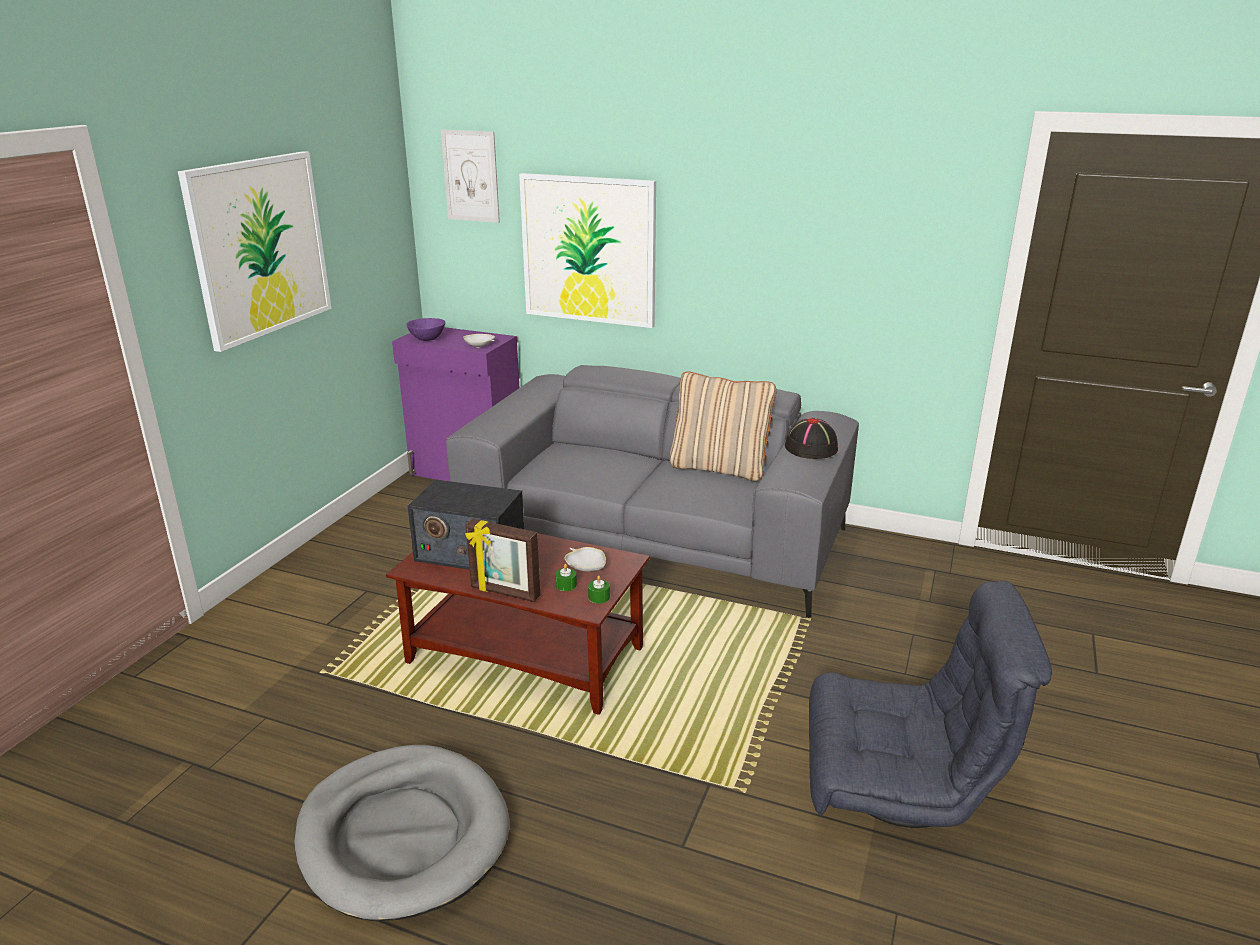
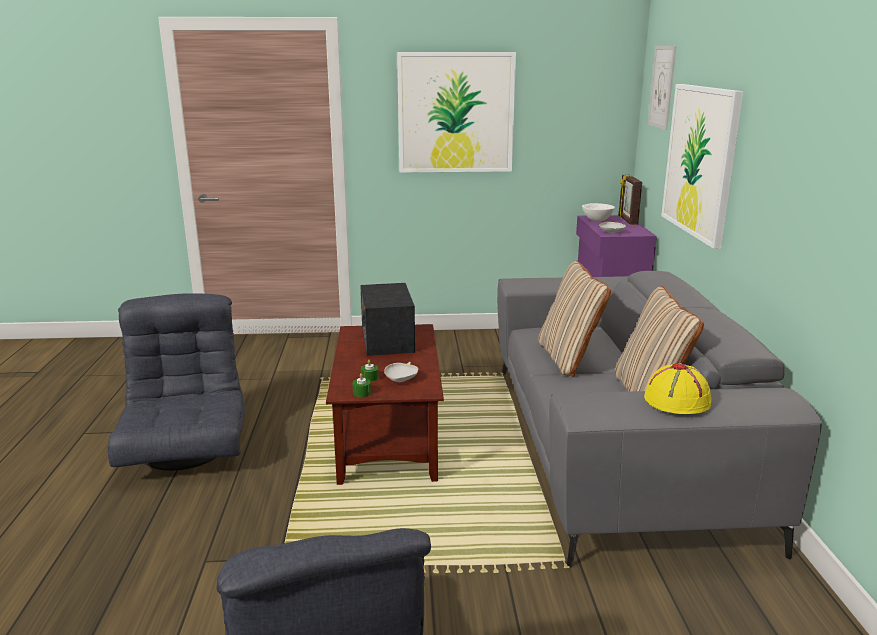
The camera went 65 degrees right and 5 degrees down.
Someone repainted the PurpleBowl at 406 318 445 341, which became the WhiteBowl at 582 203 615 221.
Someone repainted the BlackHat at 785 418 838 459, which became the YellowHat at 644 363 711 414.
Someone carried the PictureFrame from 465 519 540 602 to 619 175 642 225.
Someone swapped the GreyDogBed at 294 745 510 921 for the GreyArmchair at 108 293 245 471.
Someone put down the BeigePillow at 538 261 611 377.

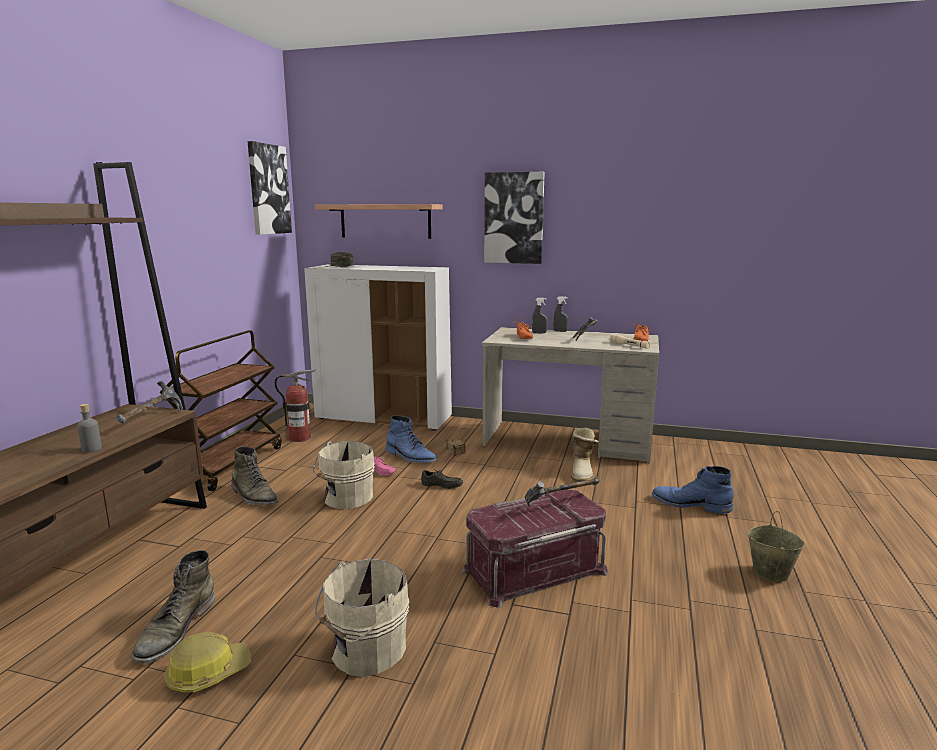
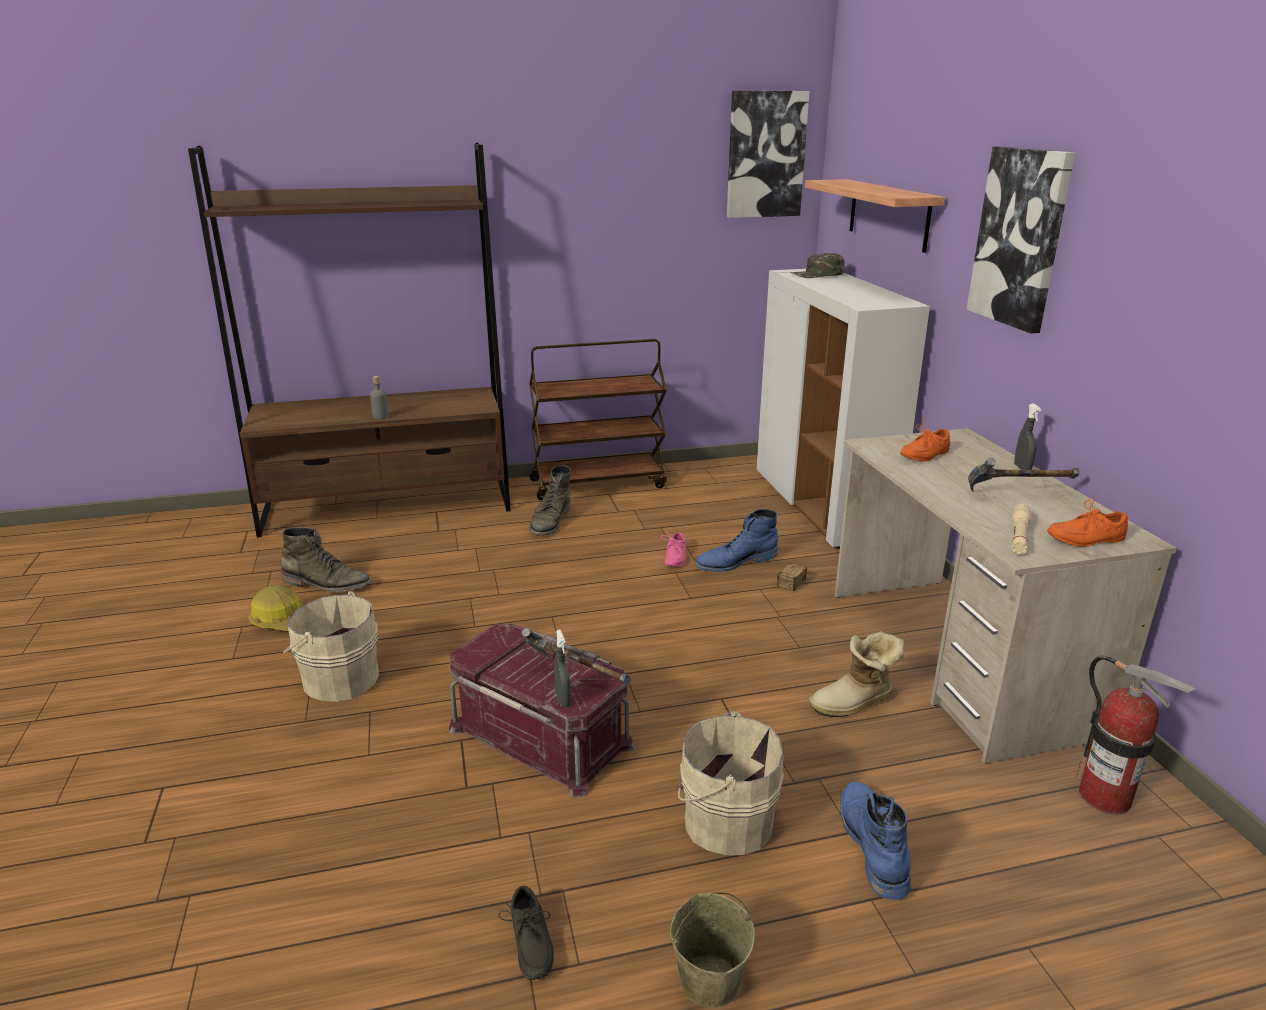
The camera went 60 degrees right and 10 degrees up.
Someone carried the GreySprayBottle from 532 298 548 334 to 554 630 571 708.
Someone carried the FireExtinguisher from 274 369 316 442 to 1076 655 1196 815.
Someone took away the Hammer at 116 380 183 424.
Someone rotated the BlueBoot at 386 415 437 463 by 60 degrees clockwise.
Someone carried the BeigeBucket from 313 441 375 509 to 677 711 784 855.
Someone carried the GreyShoe from 421 469 463 489 to 498 886 554 980.
Someone rotated the GreenBoot at 131 550 215 664 by 150 degrees counterclockwise.

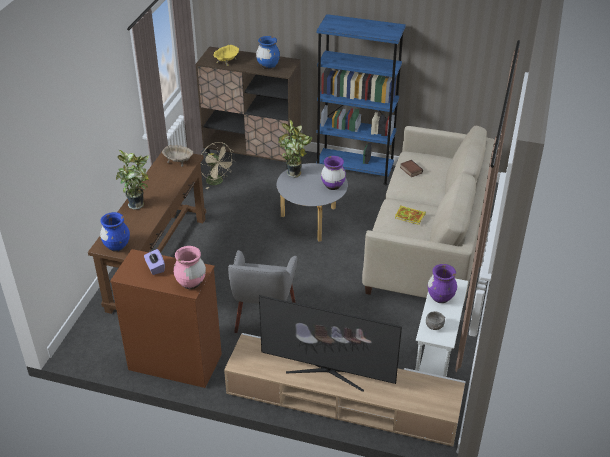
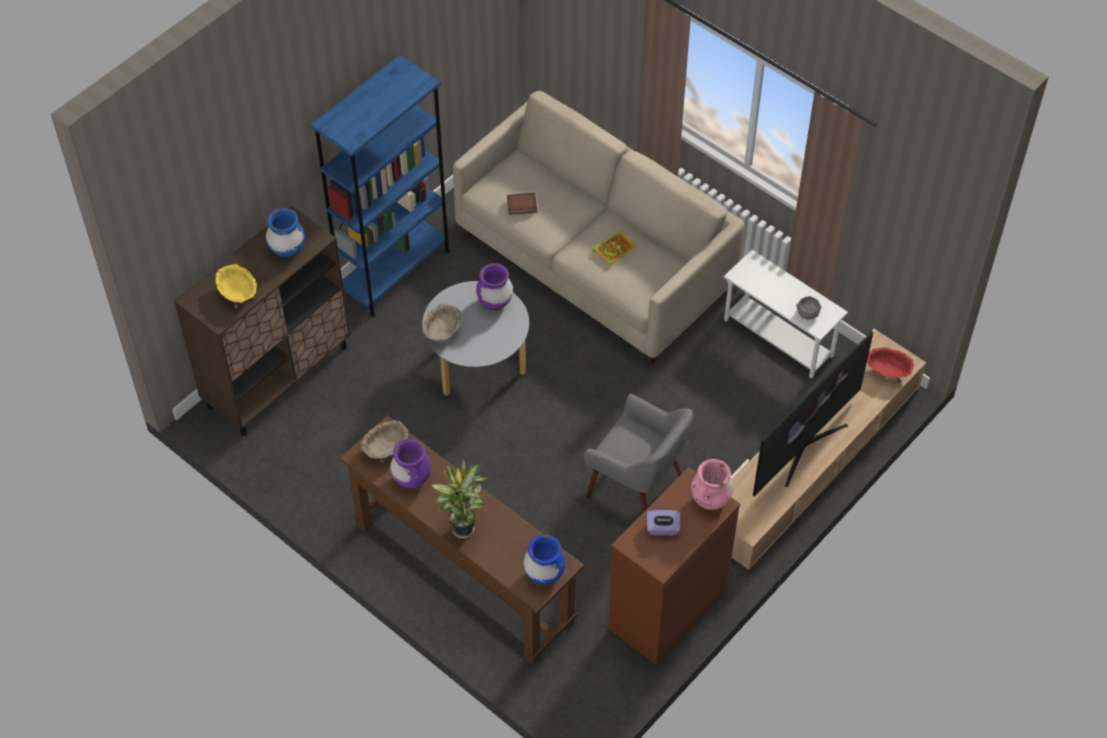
The camera went 65 degrees left and 15 degrees up.
Someone swapped the PottedPlant at 279 120 312 177 for the BeigeBowl at 423 304 461 342.
Someone took away the BeigeFan at 201 142 235 189.
Someone carried the PurpleVase from 428 264 457 303 to 390 439 431 489.
Someone put down the RedBowl at 867 347 914 383.

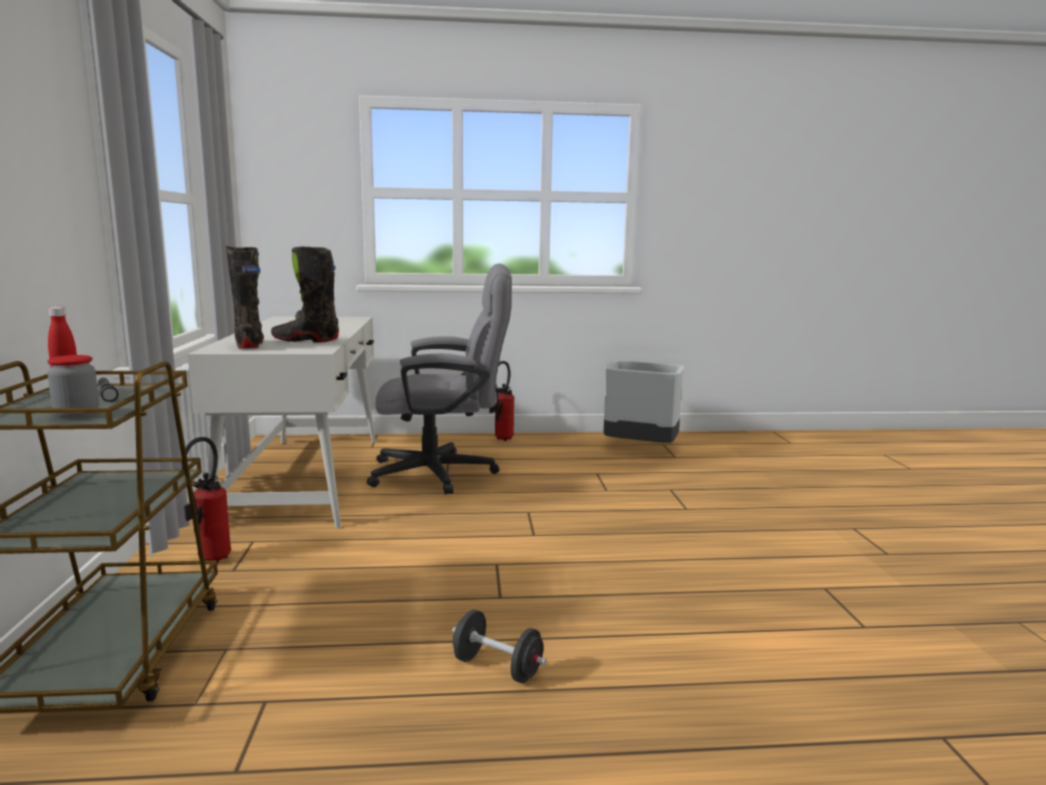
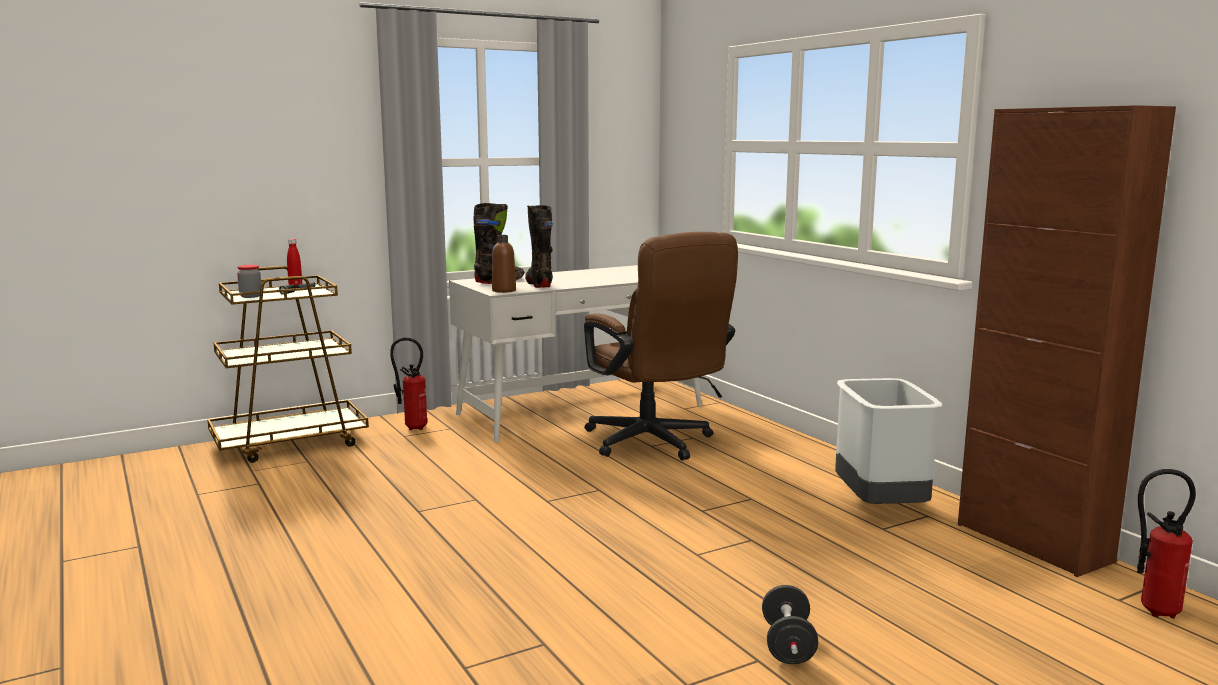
The camera went 65 degrees right and 0 degrees up.
Someone repainted the GreyOfficeChair at 367 263 512 495, which became the BrownOfficeChair at 584 232 738 460.
Someone carried the FireExtinguisher from 490 361 514 441 to 1137 469 1196 619.
Someone carried the BlackDumbbell from 452 610 547 683 to 762 585 818 664.
Someone put down the BrownCabinet at 958 105 1176 577.
Someone put down the BrownBottle at 492 235 516 293.

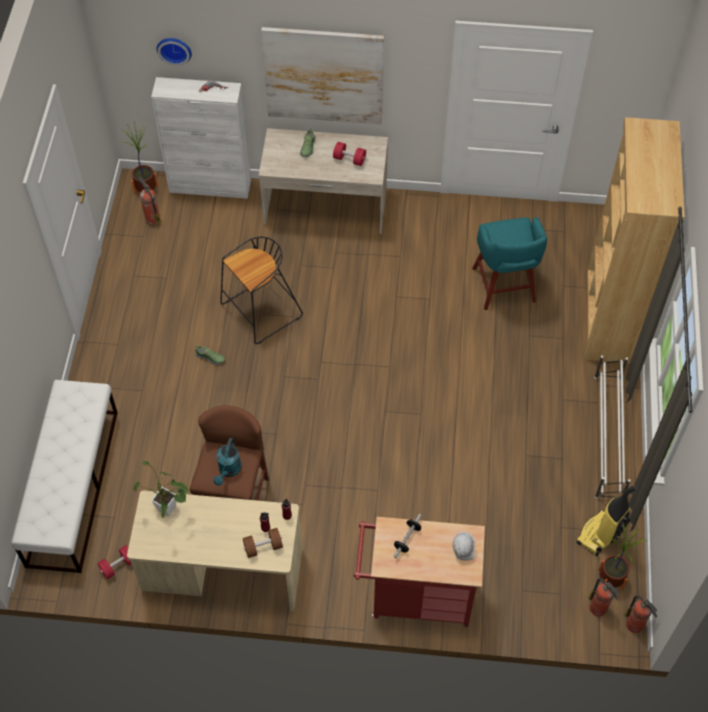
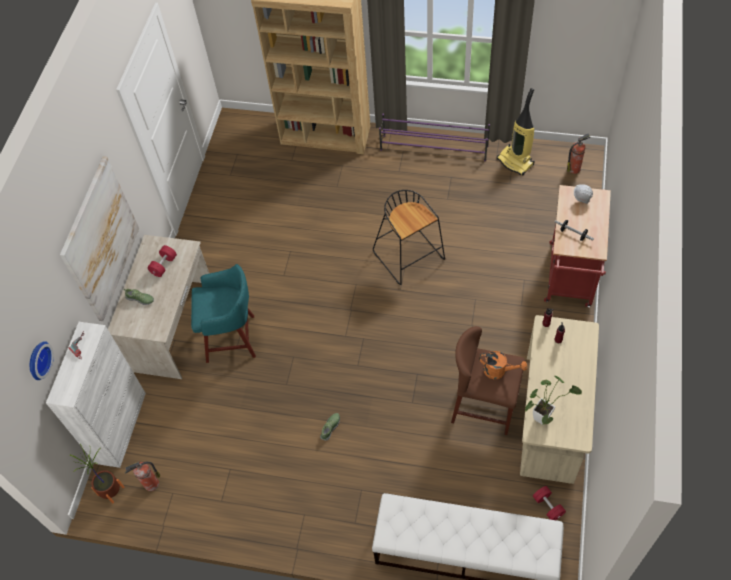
The camera went 80 degrees left and 0 degrees up.
Someone carried the TurquoiseStool from 472 217 547 310 to 191 264 256 363.
Someone carried the BlackStool from 220 237 303 344 to 373 190 445 285.
Someone repainted the WhiteShoeRack at 594 355 631 499, which became the PurpleShoeRack at 379 114 490 161.
Someone repainted the TurquoiseWateringCan at 213 438 242 485, which became the OrangeWateringCan at 479 351 527 379.
Someone took away the PottedPlant at 598 523 647 590.
Someone took away the BrownDumbbell at 243 528 283 558.
Someone took away the FireExtinguisher at 624 595 658 633.

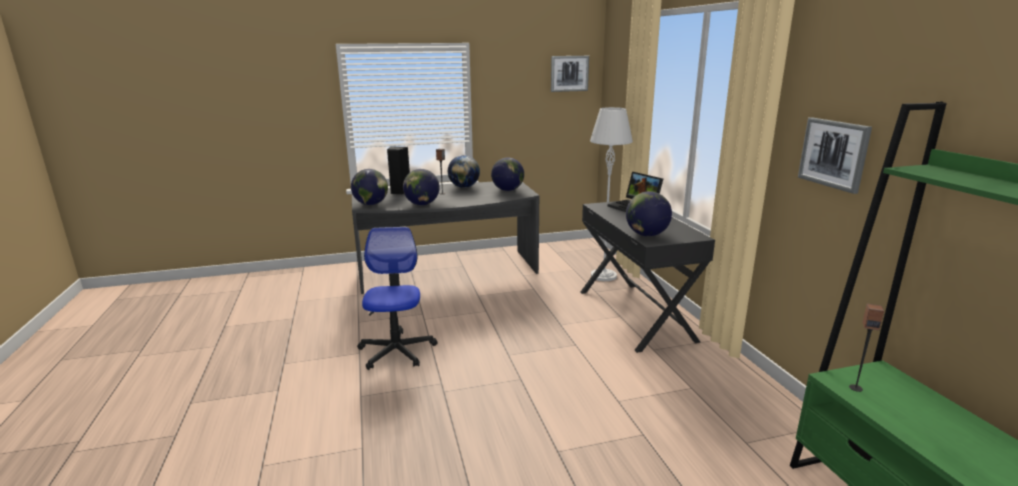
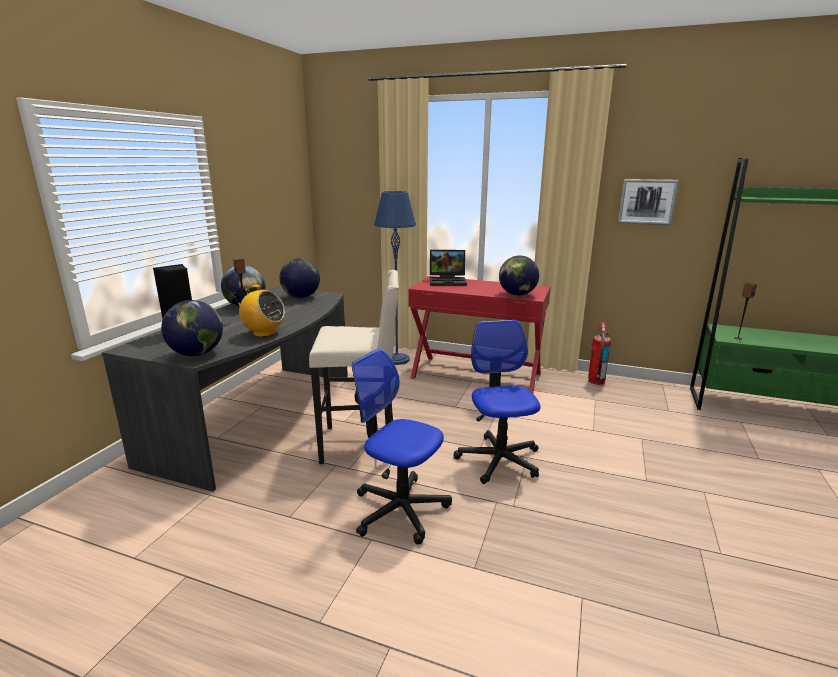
The camera went 55 degrees left and 0 degrees up.
Someone took away the Picture at 551 56 589 92.
Someone repainted the GreyFloorLamp at 590 107 633 281, which became the BlueFloorLamp at 374 191 416 365.
Someone swapped the Globe at 403 169 440 205 for the Radio at 234 285 285 337.
Someone repainted the BlackDesk at 580 201 715 353, which became the RedDesk at 408 276 551 393.
Someone put down the BeigeStool at 309 270 399 464.
Someone put down the OfficeChair at 453 320 541 484.
Someone put down the FireExtinguisher at 588 322 611 385.

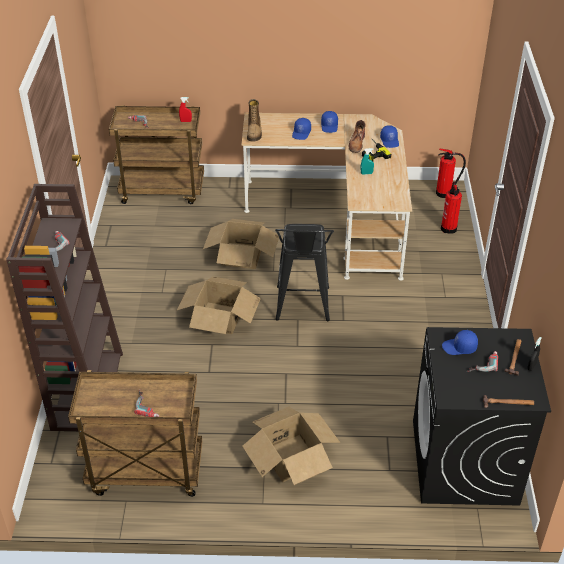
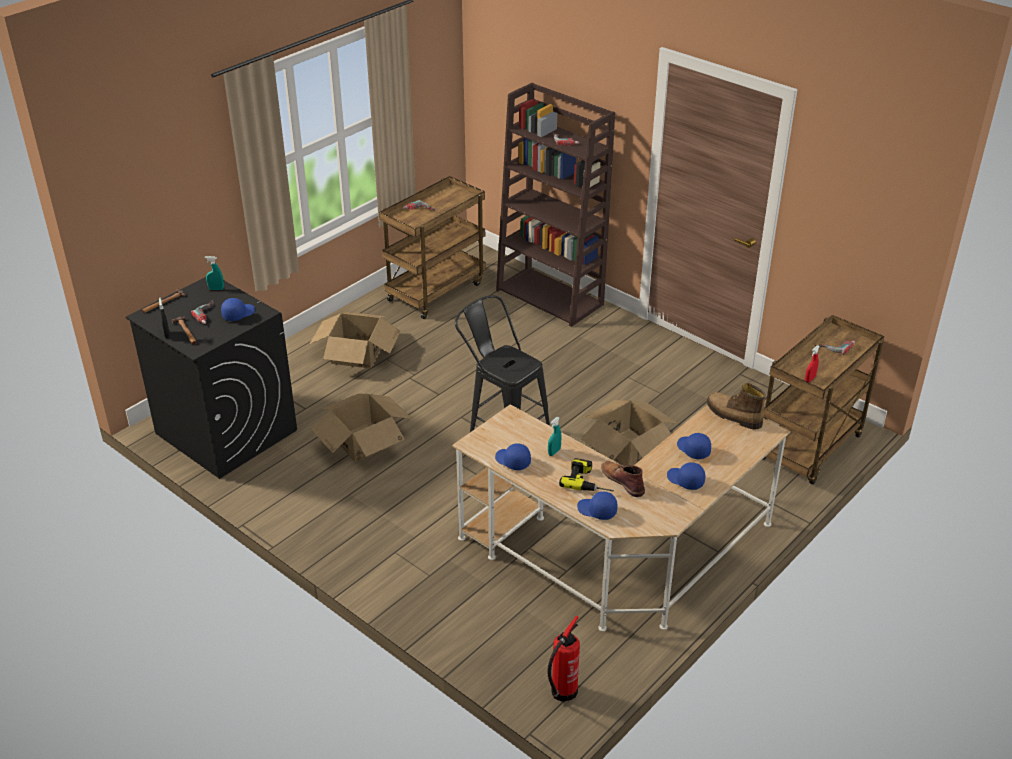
The camera went 130 degrees right and 5 degrees down.
Someone took away the FireExtinguisher at 441 182 462 234.
Someone carried the CardboardBox from 177 277 261 334 to 311 393 412 462.
Someone put down the TurquoiseSprayBottle at 205 256 224 290.
Someone put down the BlueCap at 495 443 531 470.

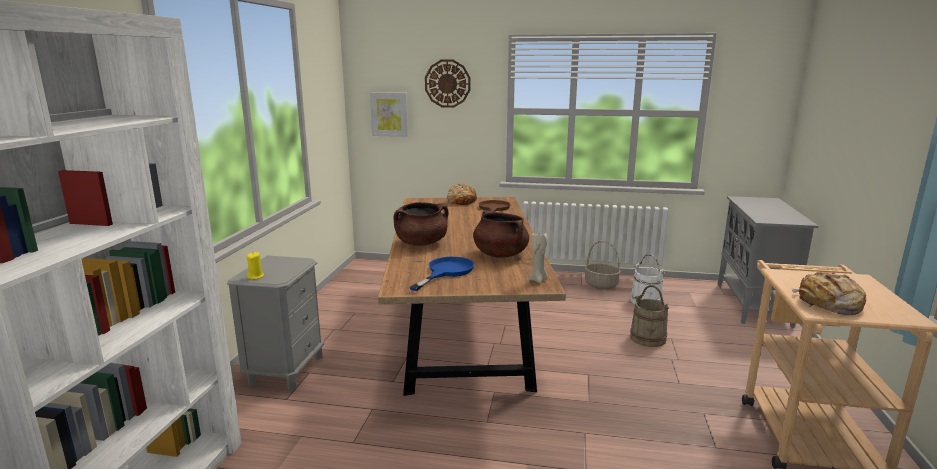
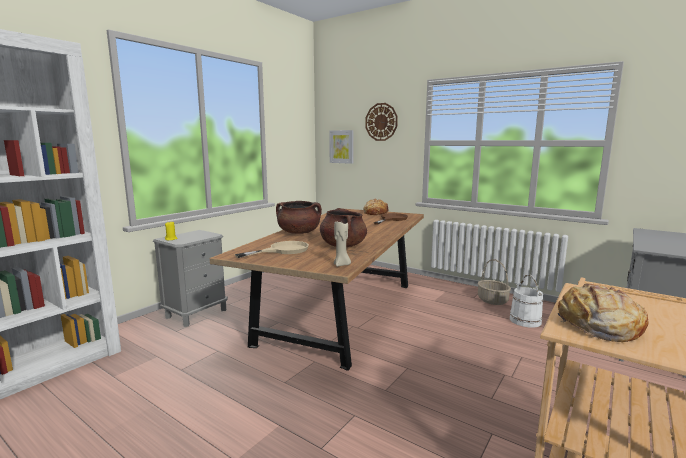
The camera went 25 degrees right and 5 degrees down.
Someone repainted the BlueFryingPan at 410 257 474 291, which became the BeigeFryingPan at 235 241 309 258.
Someone took away the BeigeBucket at 630 285 669 347.

